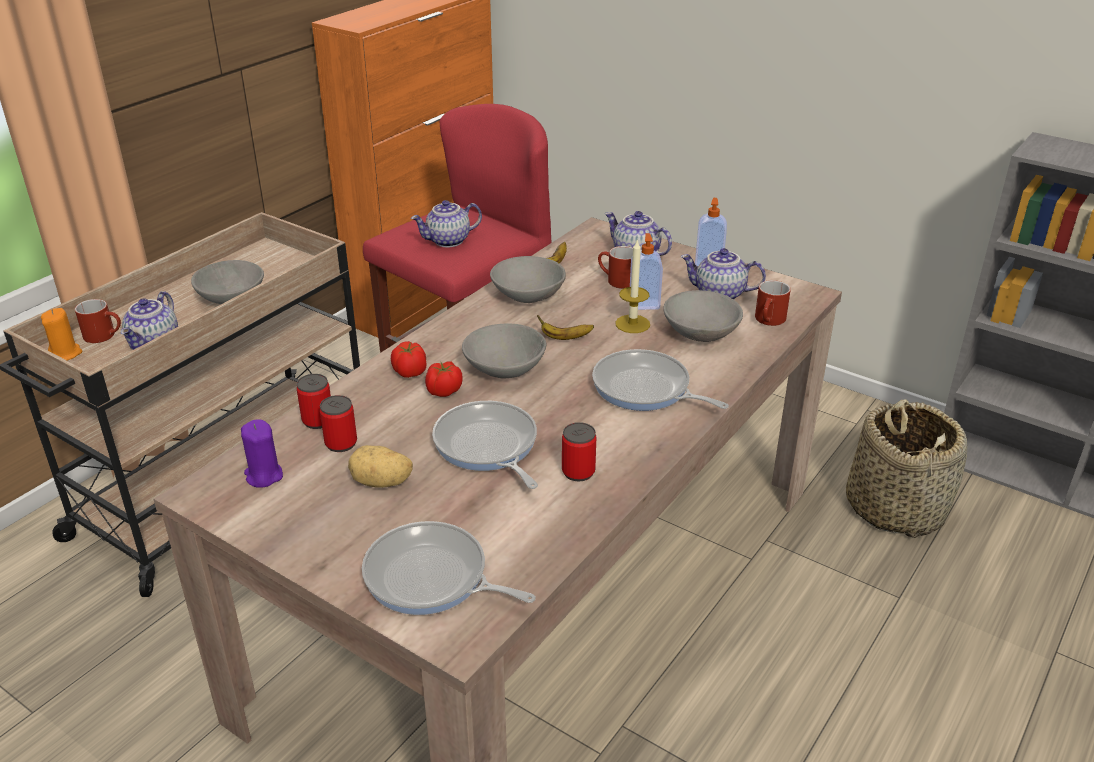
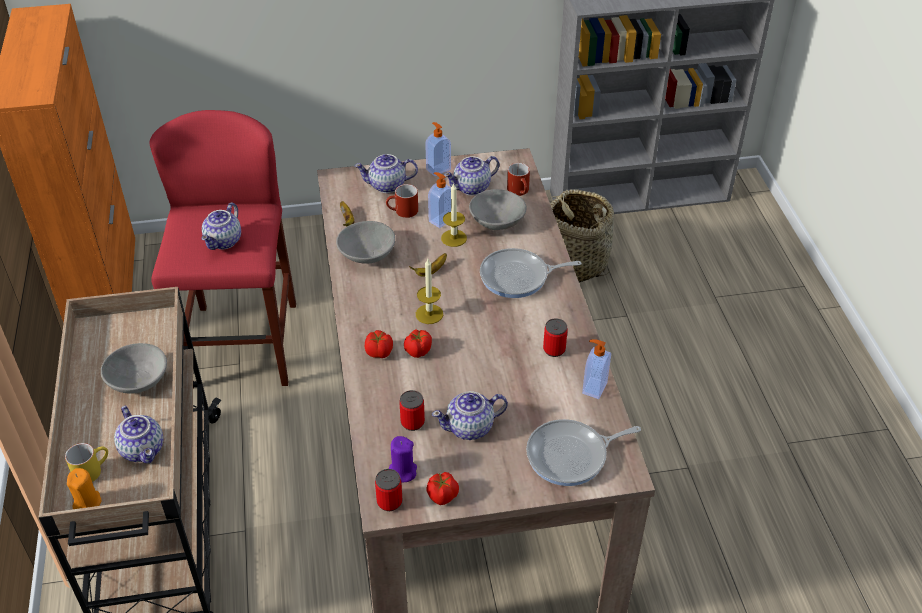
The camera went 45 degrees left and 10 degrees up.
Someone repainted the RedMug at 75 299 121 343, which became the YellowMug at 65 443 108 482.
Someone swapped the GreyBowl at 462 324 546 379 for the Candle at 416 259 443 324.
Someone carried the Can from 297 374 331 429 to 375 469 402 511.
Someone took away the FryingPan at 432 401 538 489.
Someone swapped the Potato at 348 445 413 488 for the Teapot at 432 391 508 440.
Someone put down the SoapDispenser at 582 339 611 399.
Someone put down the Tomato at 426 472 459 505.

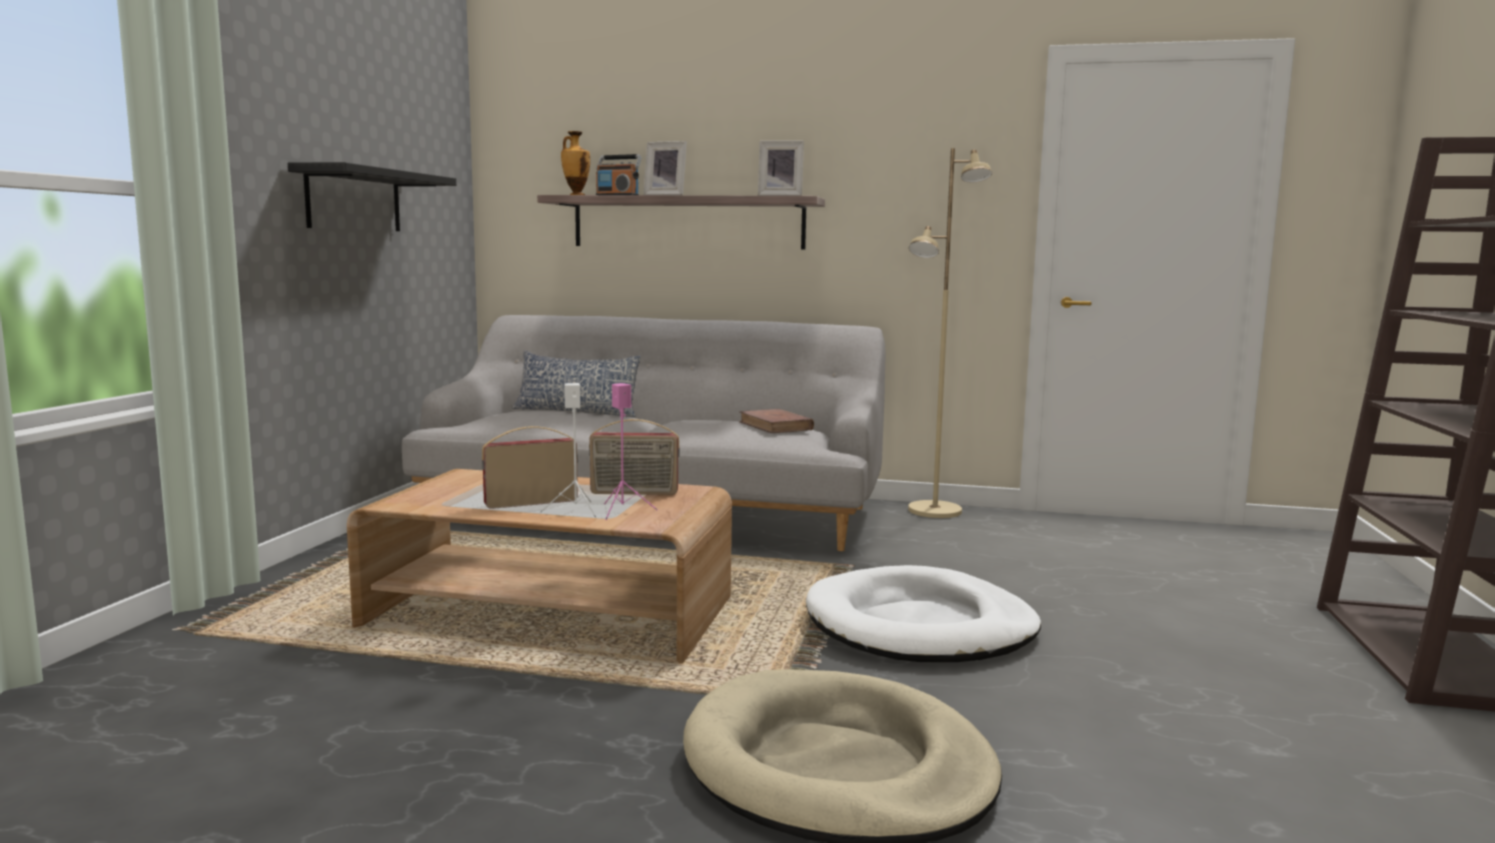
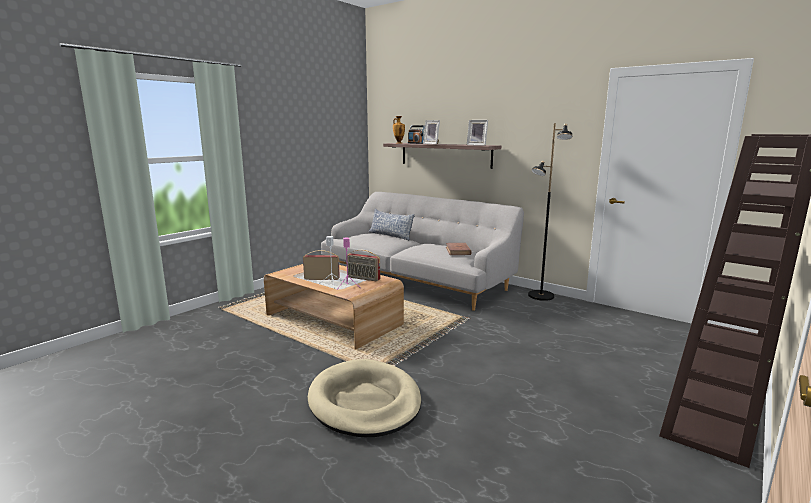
The camera went 25 degrees right and 5 degrees up.
Someone repainted the BeigeFloorLamp at 908 148 992 518, which became the BlackFloorLamp at 528 123 573 301.
Someone took away the BlackShelf at 288 162 456 231.
Someone took away the WhiteDogBed at 806 565 1041 662.

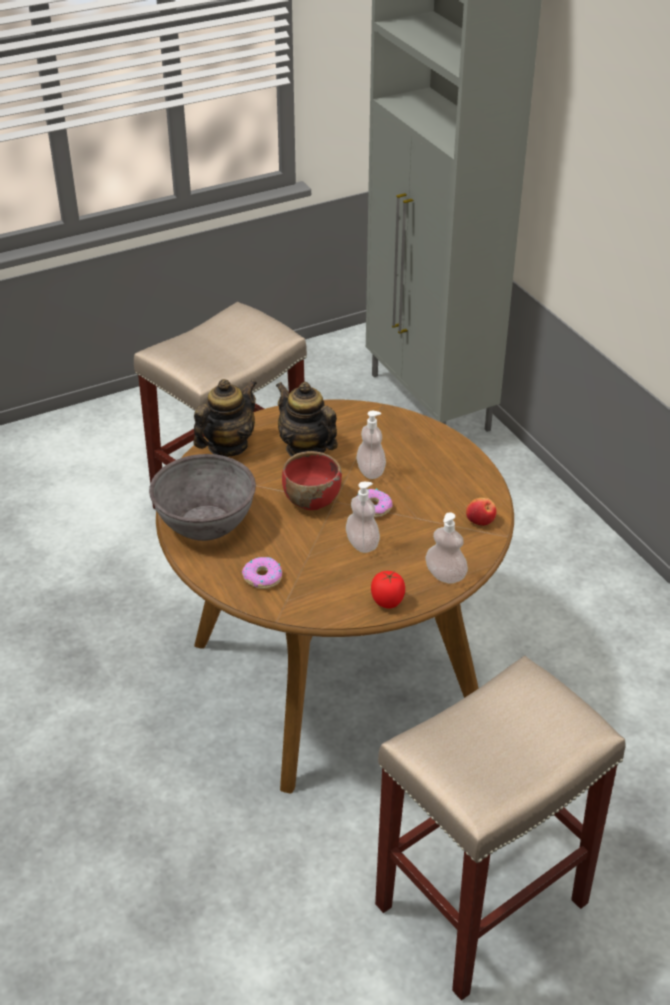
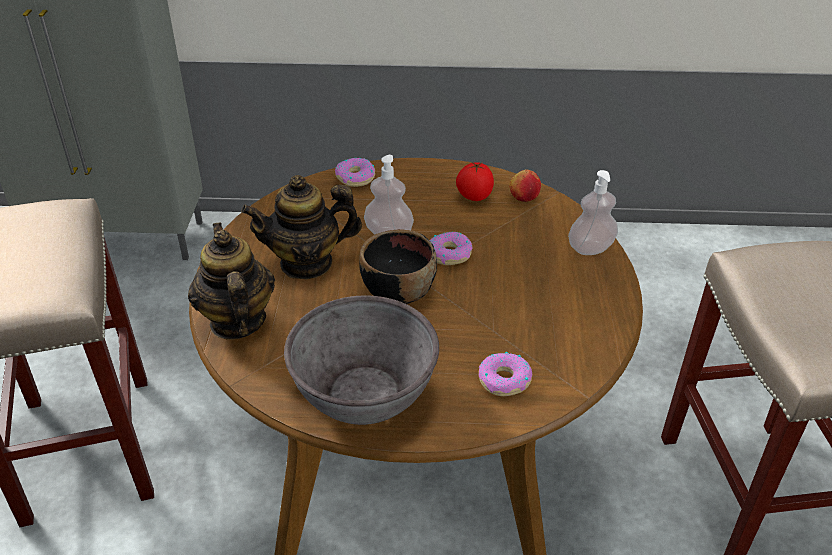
The camera went 60 degrees left and 0 degrees up.
Someone repainted the RedBowl at 282 451 342 510, which became the BlackBowl at 359 229 437 304.
Someone took away the SoapDispenser at 346 482 380 553.
Someone carried the Tomato from 371 571 405 608 to 456 162 494 201.
Someone put down the Donut at 335 158 375 187.

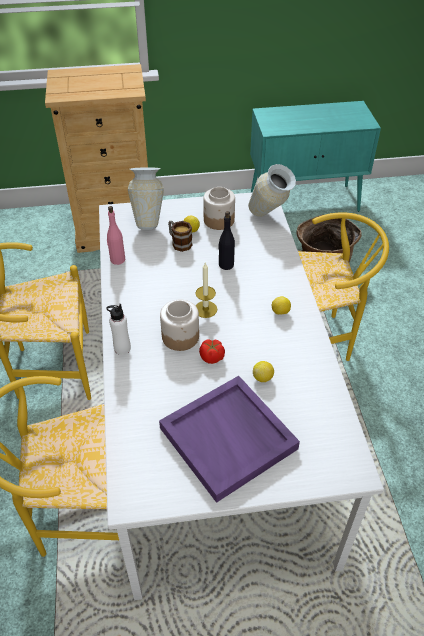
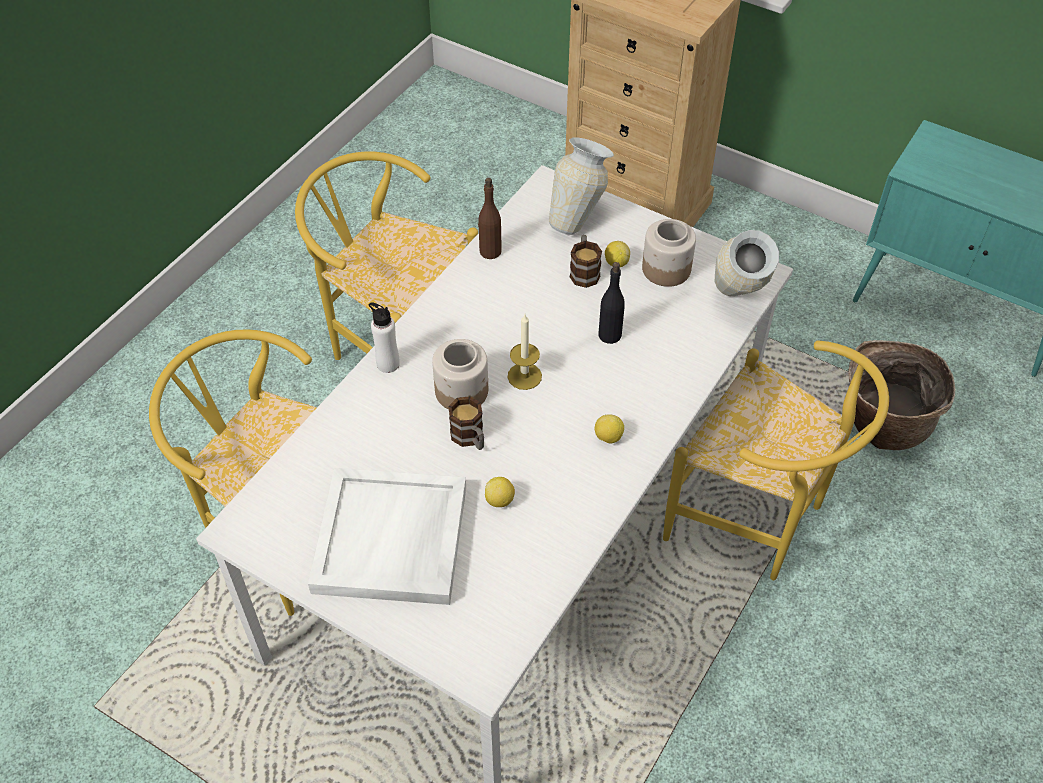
The camera went 40 degrees right and 5 degrees up.
Someone repainted the PinkBottle at 107 206 125 265, which became the BrownBottle at 478 178 502 259.
Someone swapped the Tomato at 199 339 225 364 for the Mug at 448 396 484 450.
Someone repainted the PurpleTray at 159 376 300 503, which became the WhiteTray at 308 468 466 605.

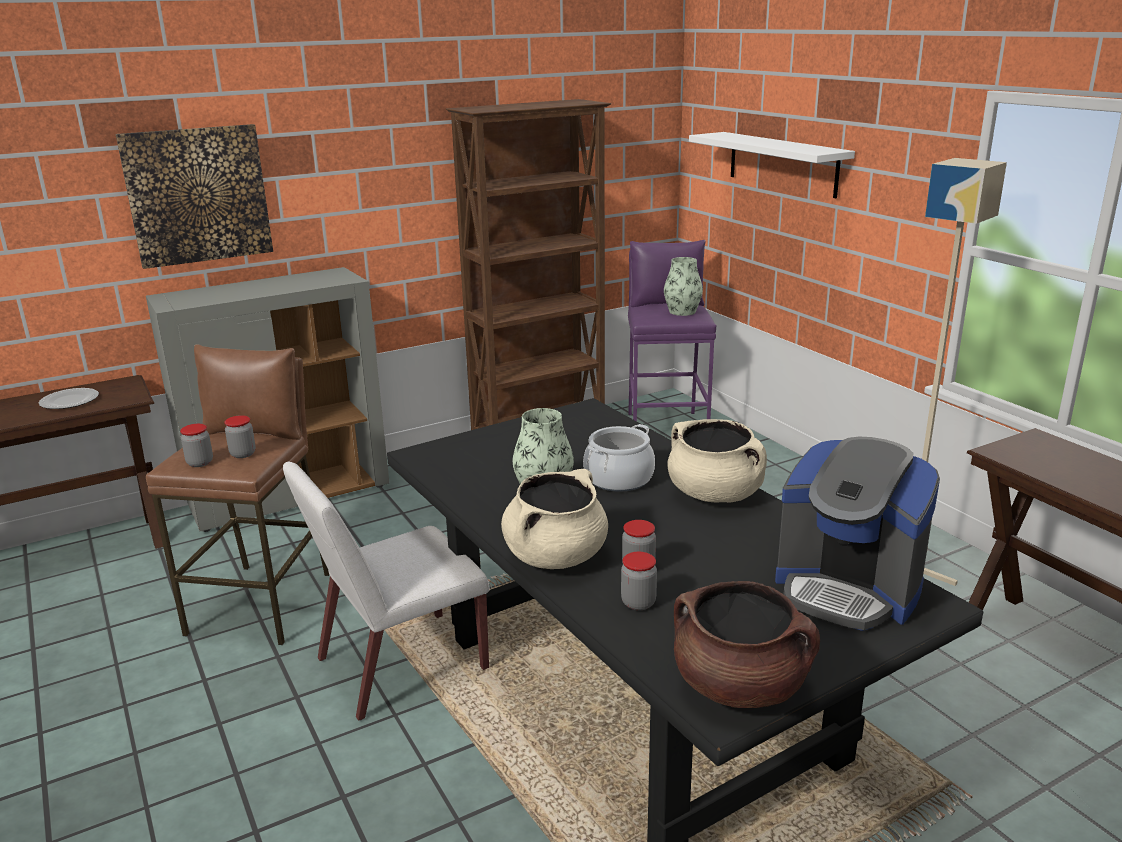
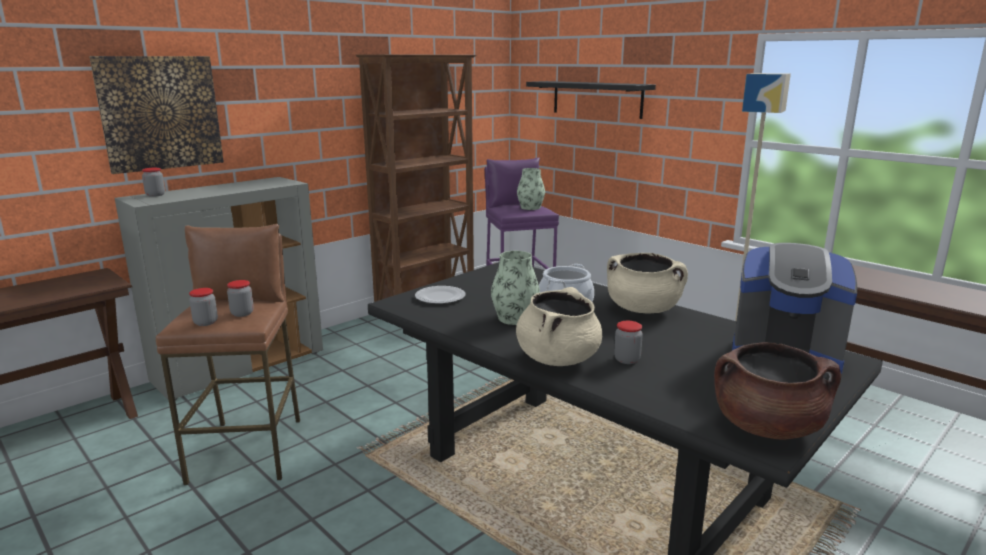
The camera went 15 degrees left and 5 degrees down.
Someone repainted the WhiteShelf at 689 132 855 198, which became the BlackShelf at 526 81 656 119.
Someone carried the Plate from 39 388 99 409 to 415 286 466 304.
Someone took away the WhiteChair at 283 462 490 721.
Someone carried the Jar from 621 552 657 610 to 142 168 165 197.

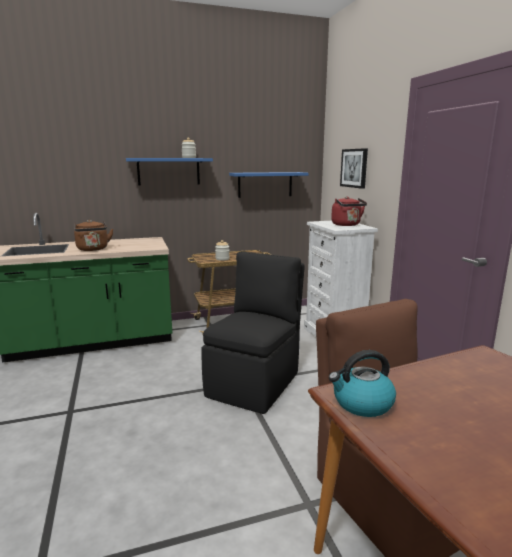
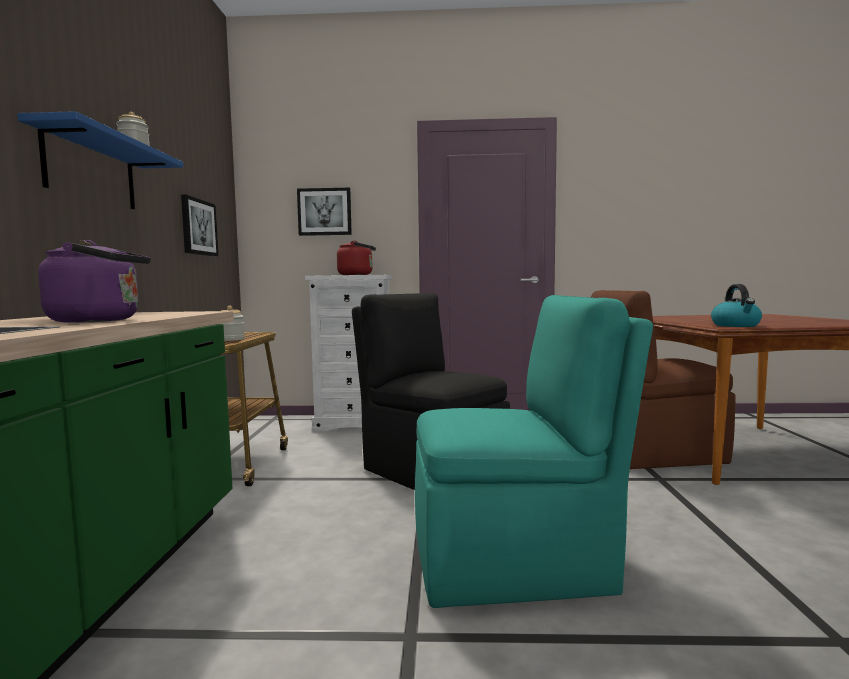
The camera went 70 degrees left and 10 degrees down.
Someone swapped the BlueShelf at 229 172 309 198 for the Picture at 181 195 218 256.
Someone repainted the BrownKettle at 74 220 113 251, which became the PurpleKettle at 38 240 151 323.
Someone put down the TurquoiseChair at 415 295 653 608.

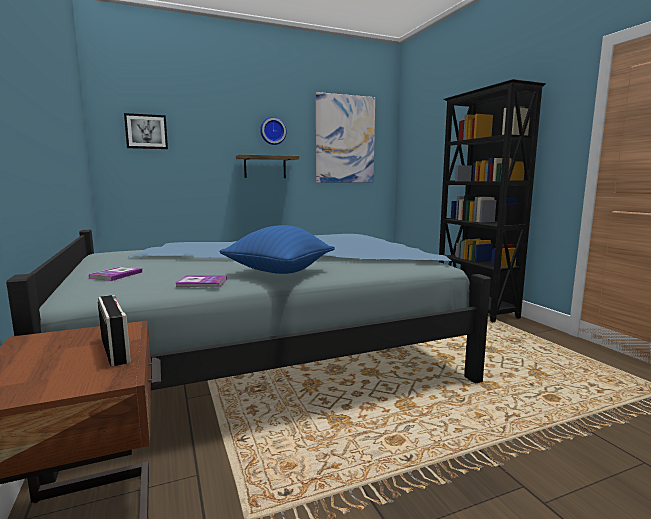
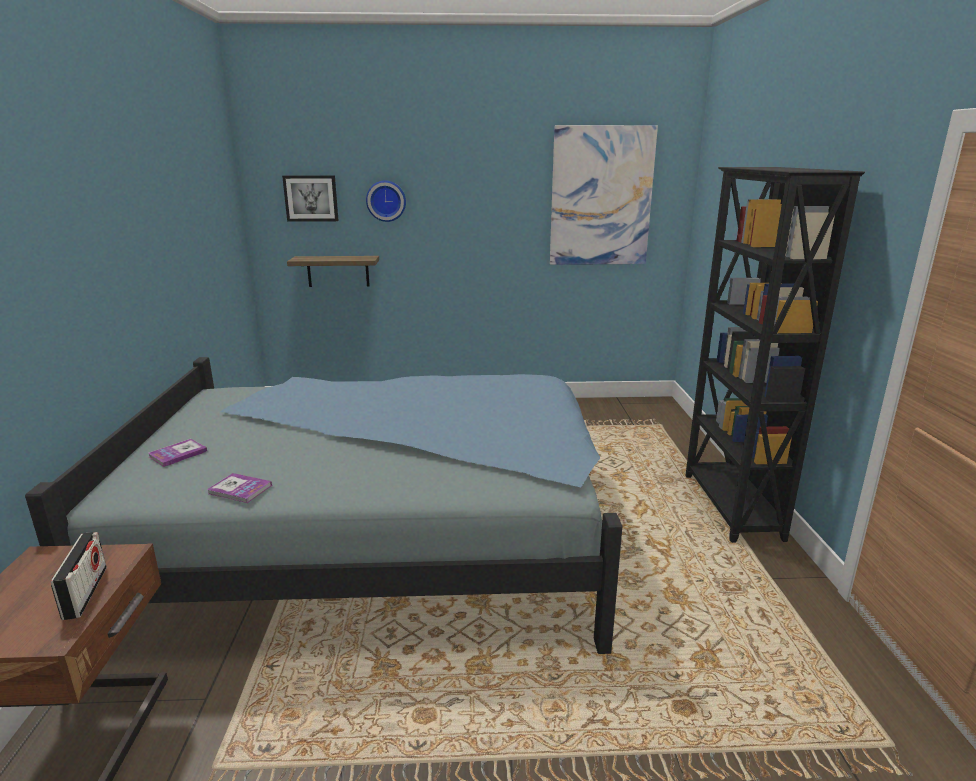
The camera went 20 degrees right and 10 degrees up.
Someone carried the WallClock from 260 117 287 145 to 366 180 406 222.
Someone carried the Shelf from 236 154 299 178 to 287 256 379 287.
Someone took away the BluePillow at 219 225 335 274.

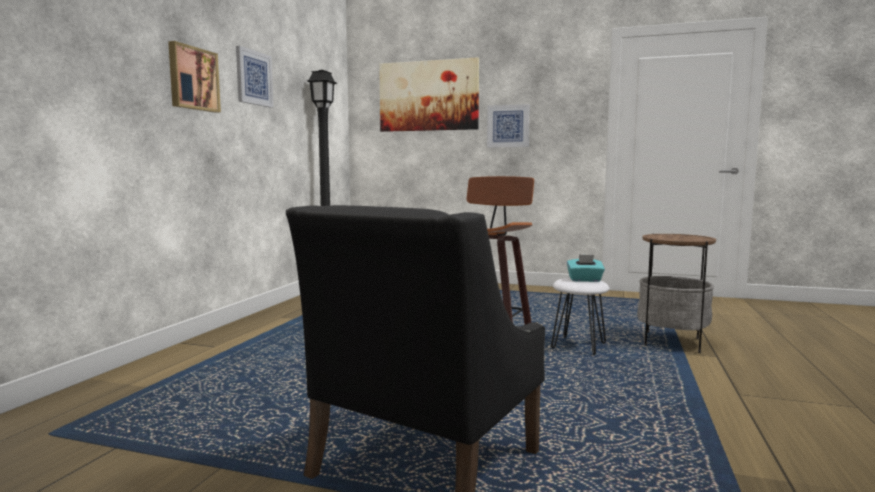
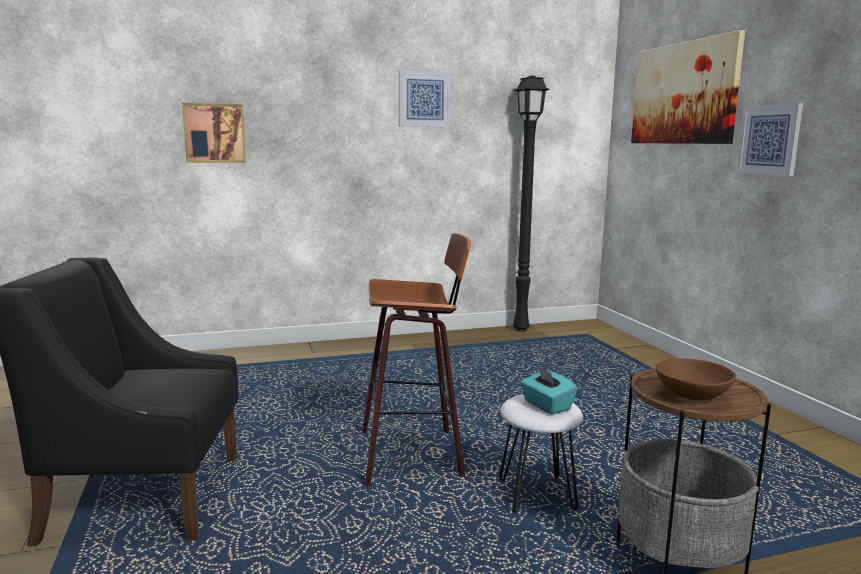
The camera went 55 degrees right and 5 degrees up.
Someone carried the Picture from 168 41 221 113 to 182 103 246 163.
Someone put down the BrownBowl at 655 359 736 400.

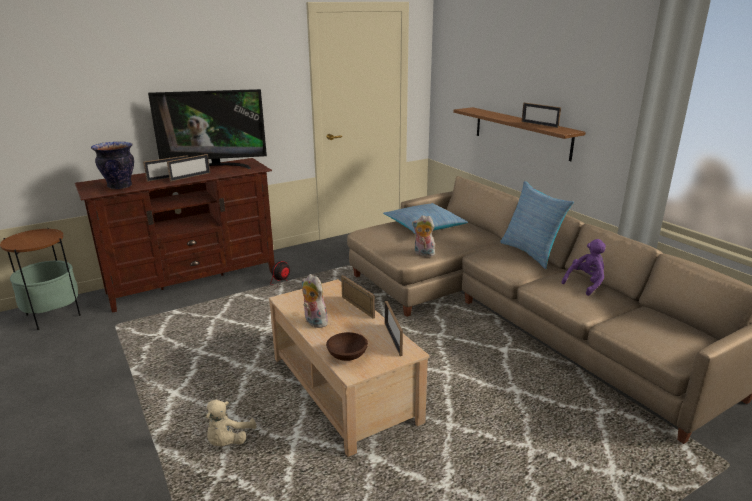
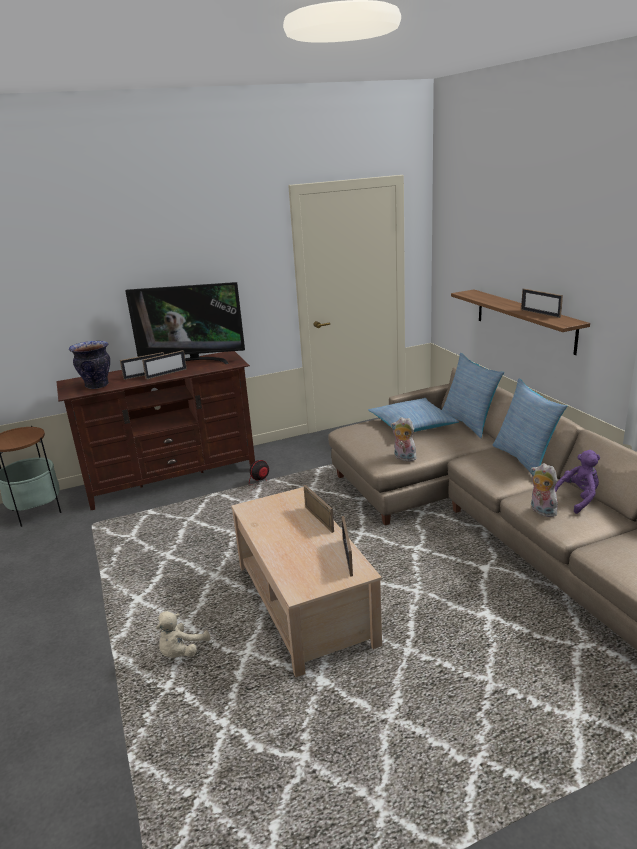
The camera went 10 degrees right and 0 degrees up.
Someone carried the PlushToy from 302 274 328 328 to 531 463 558 517.
Someone took away the BrownBowl at 326 332 368 361.
Someone put down the Pillow at 442 353 504 438.

